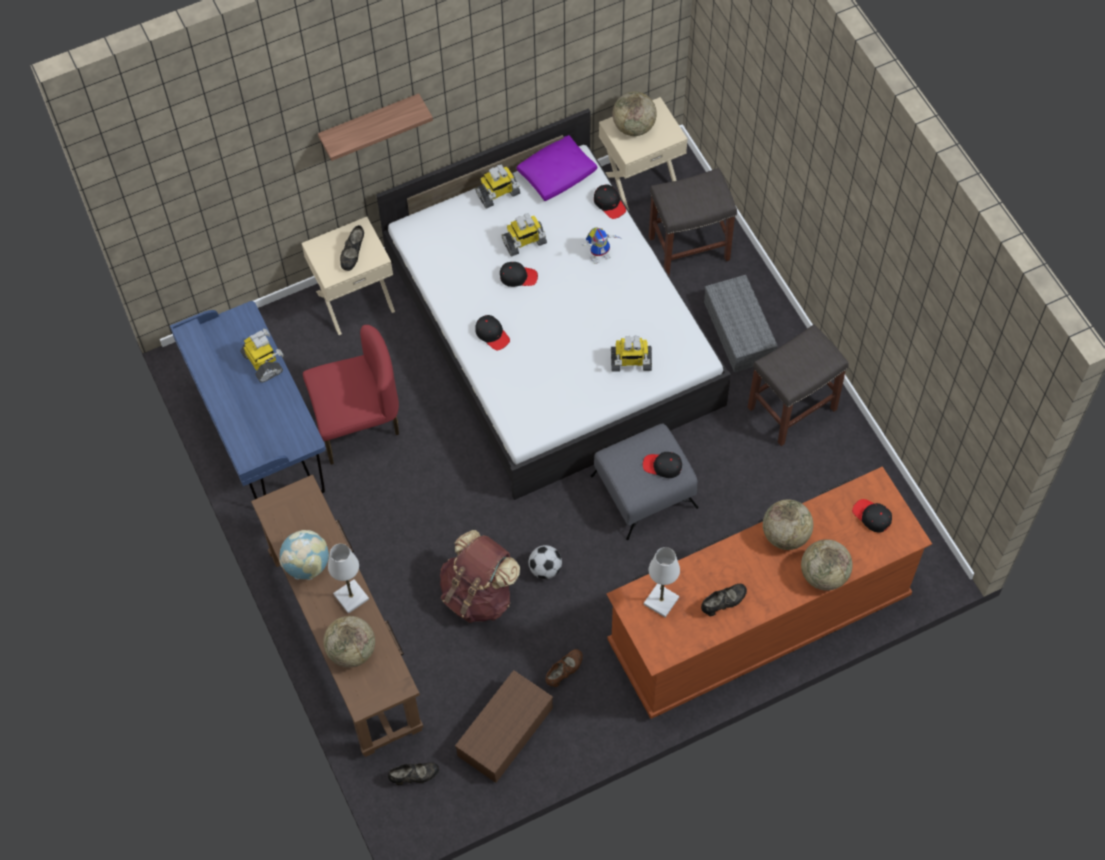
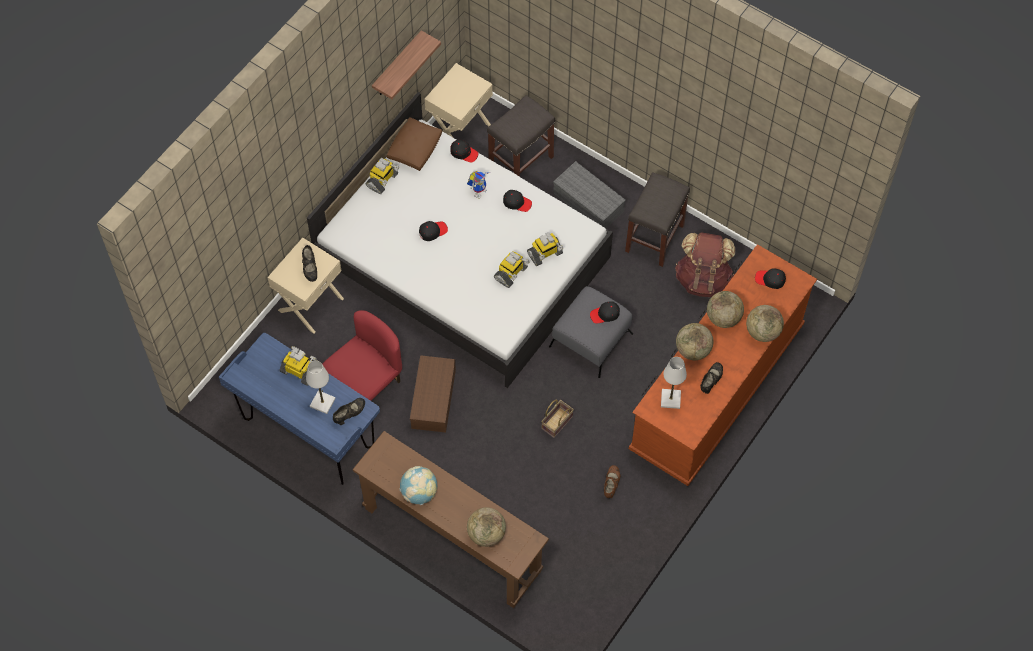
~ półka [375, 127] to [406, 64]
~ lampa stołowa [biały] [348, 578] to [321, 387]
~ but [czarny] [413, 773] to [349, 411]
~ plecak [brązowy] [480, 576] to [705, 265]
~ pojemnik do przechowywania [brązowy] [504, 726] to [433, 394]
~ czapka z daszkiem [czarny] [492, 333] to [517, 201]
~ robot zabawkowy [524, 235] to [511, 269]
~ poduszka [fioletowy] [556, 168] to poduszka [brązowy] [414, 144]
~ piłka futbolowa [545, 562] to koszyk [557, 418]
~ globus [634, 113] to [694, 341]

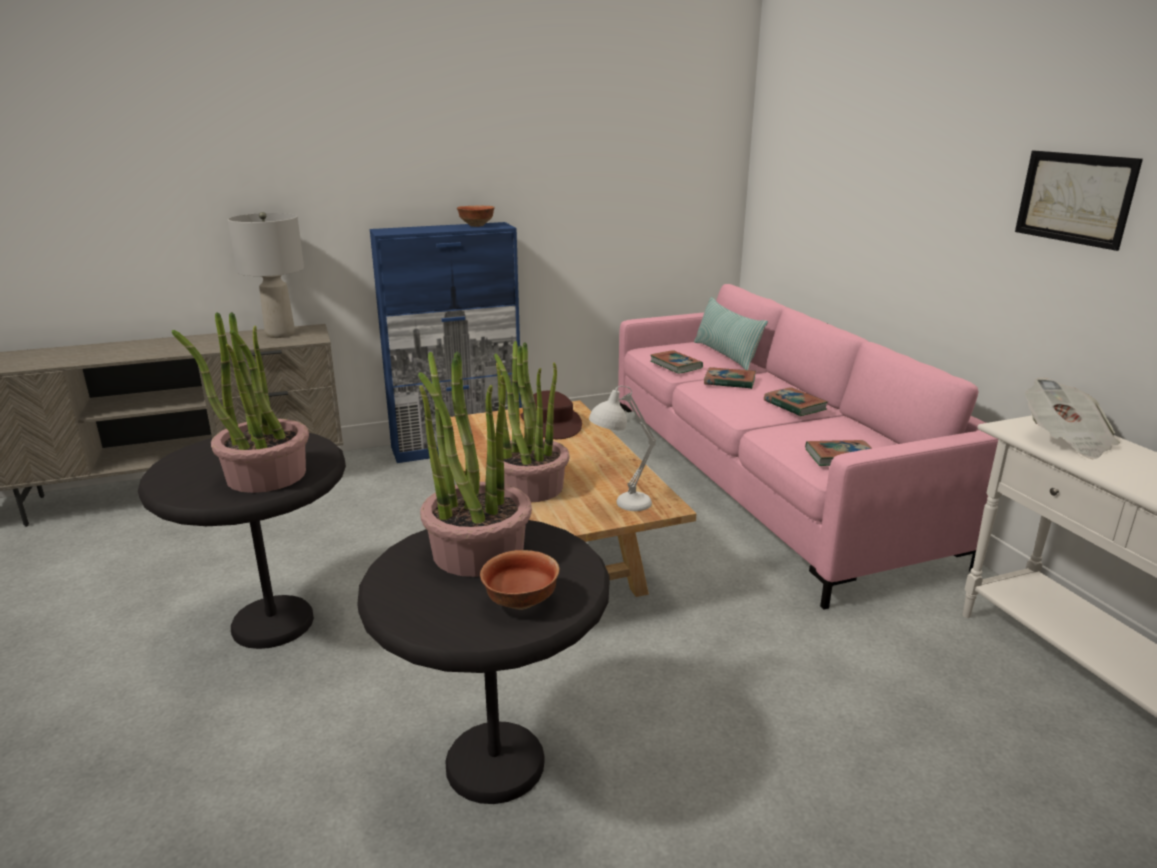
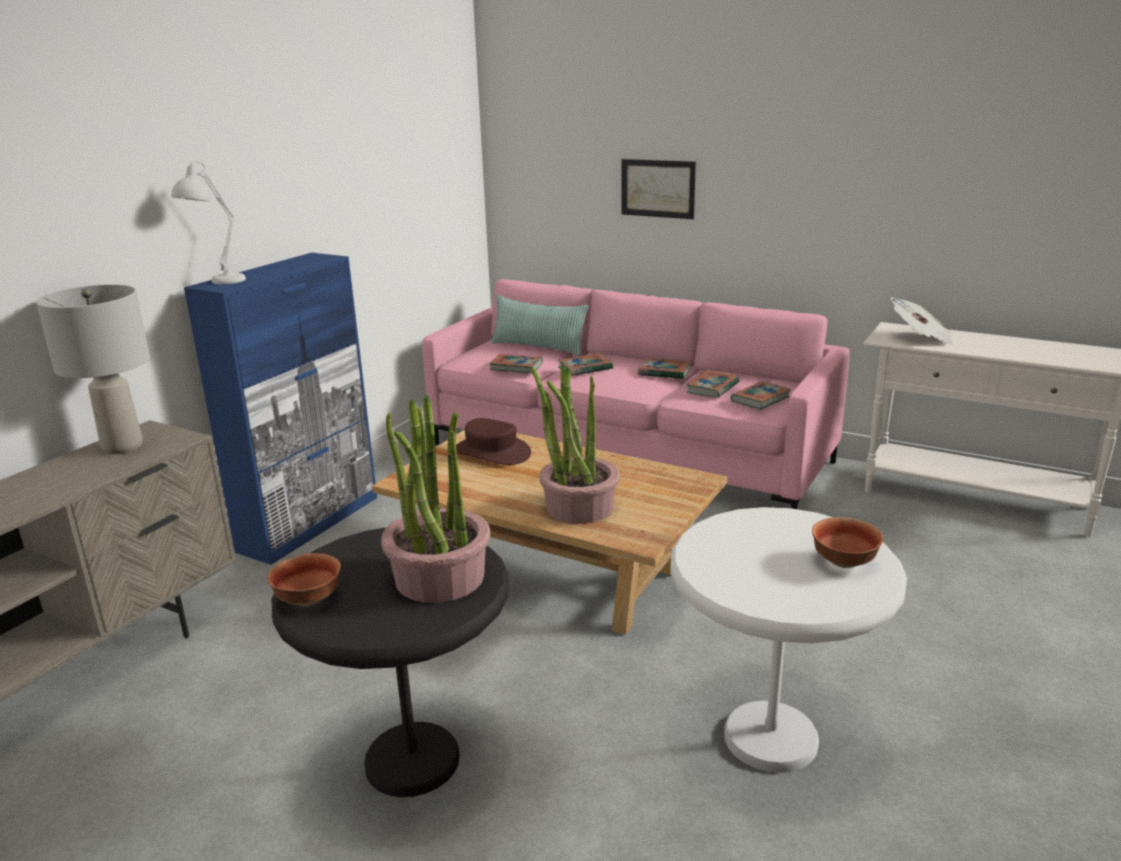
~ stolik [czarny] [483, 662] to stolik [biały] [788, 640]
- roślina doniczkowa [475, 464]
~ miska [476, 216] to [304, 580]
~ lampa stołowa [biały] [622, 448] to [208, 222]
~ obraz [1079, 201] to [658, 189]
+ książka [713, 384]

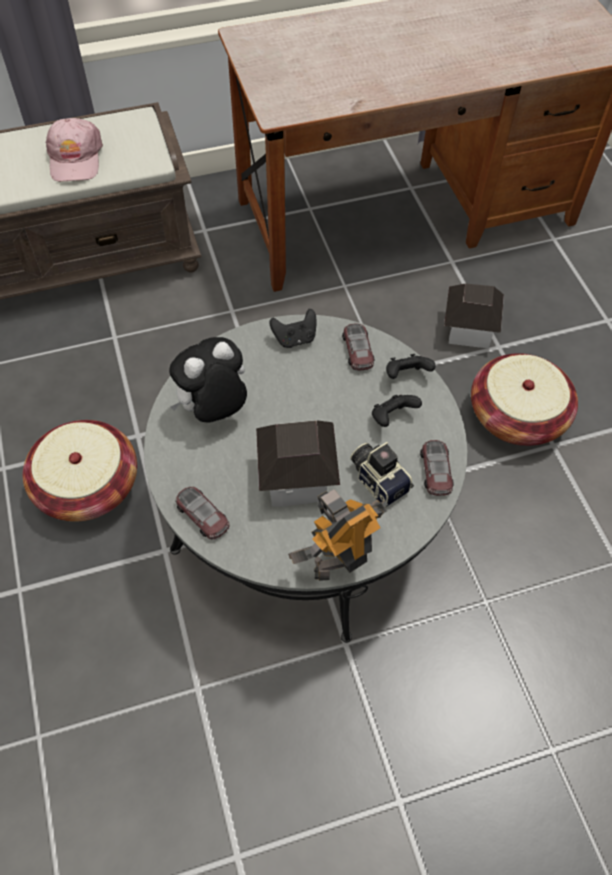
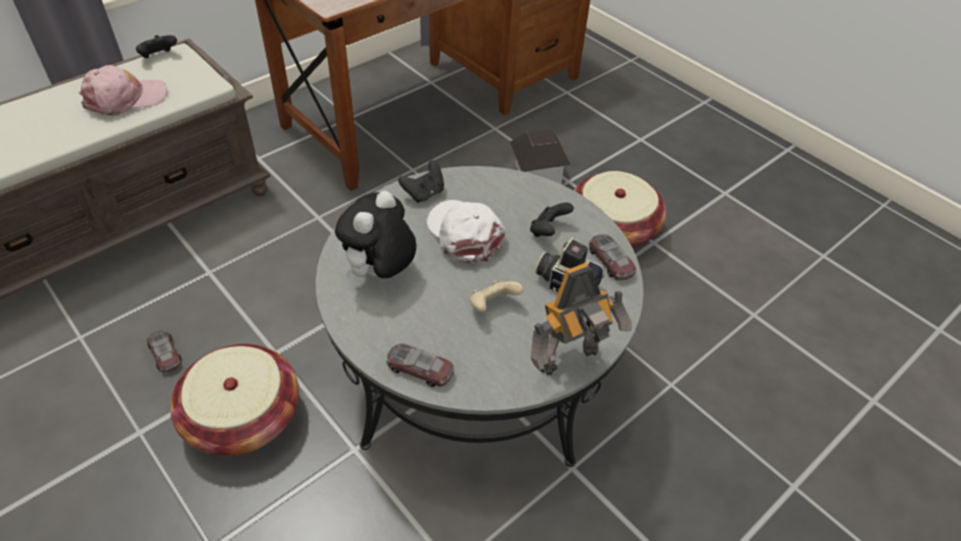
~ czapka z daszkiem [różowy] [74, 150] = [123, 90] 90 degrees counterclockwise
~ domek [298, 463] to pad do gier [beżowy] [496, 296]
~ robot zabawkowy [338, 535] = [581, 319] 150 degrees counterclockwise
~ samochodzik [358, 347] to [164, 352]
~ pad do gier [czarny] [411, 366] to [156, 46]
+ czapka z daszkiem [biały] [466, 231]

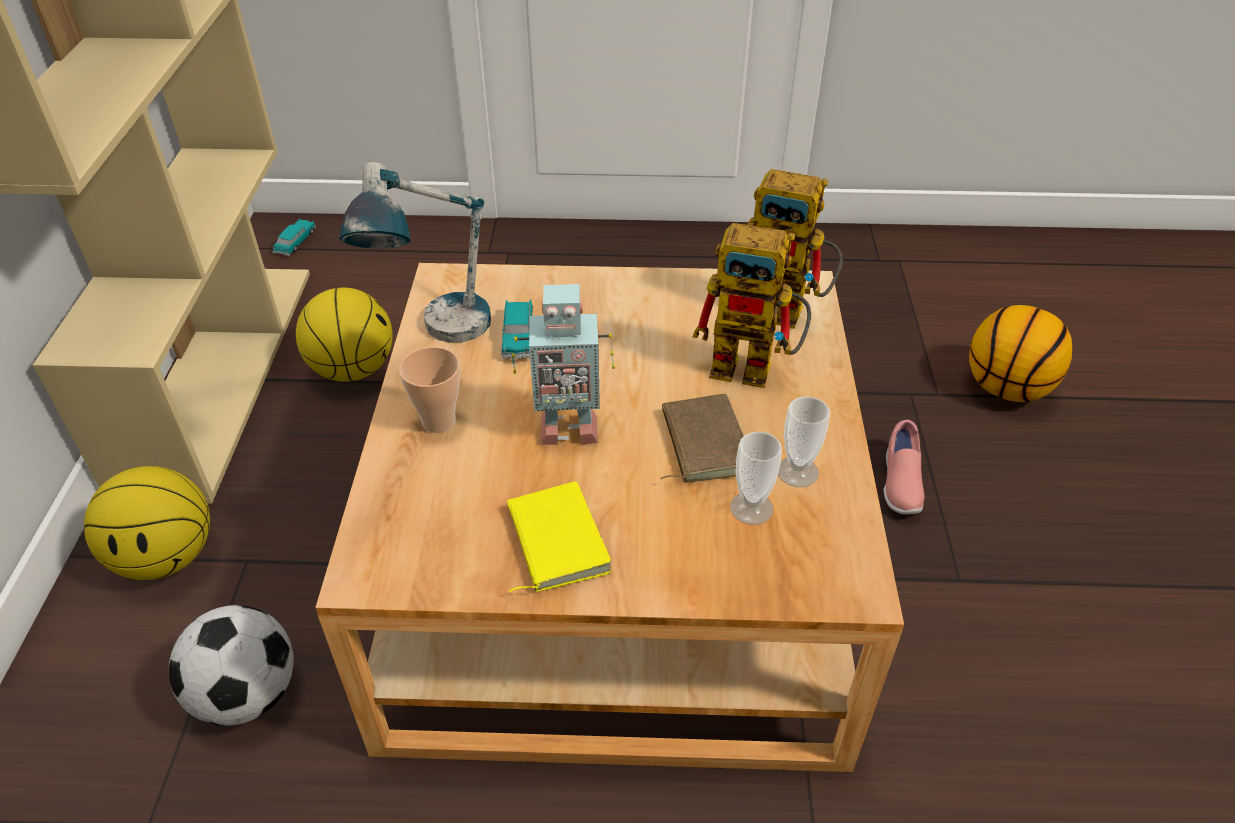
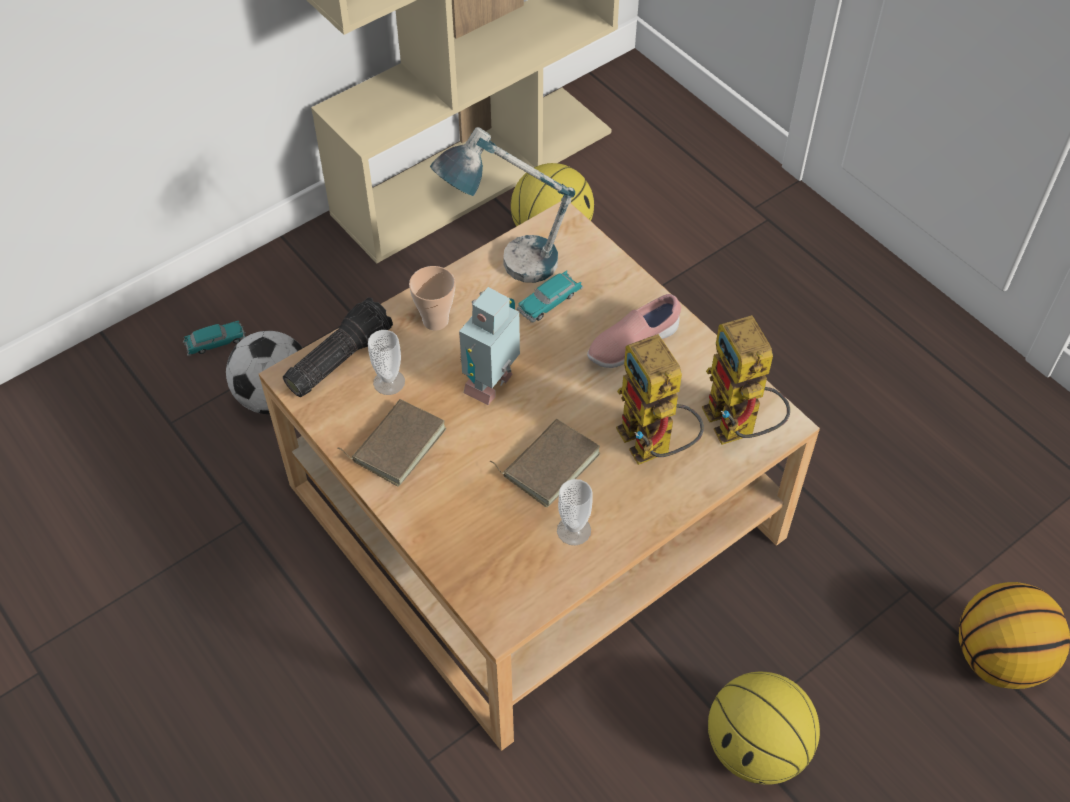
~ piłka do koszykówki [147, 523] to [764, 728]
~ samochodzik [294, 237] to [214, 338]
~ książka [żółty] [559, 536] to książka [brązowy] [391, 443]
~ robot zabawkowy [563, 364] = [489, 346] 75 degrees clockwise
~ filiżanka [756, 478] to [386, 362]
~ but [różowy] [904, 467] to [634, 331]
+ latarka [338, 347]

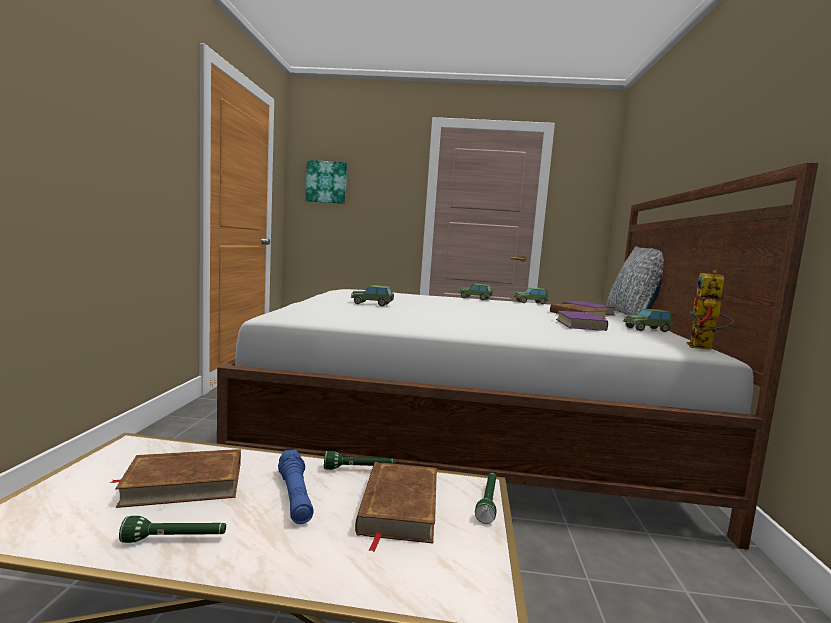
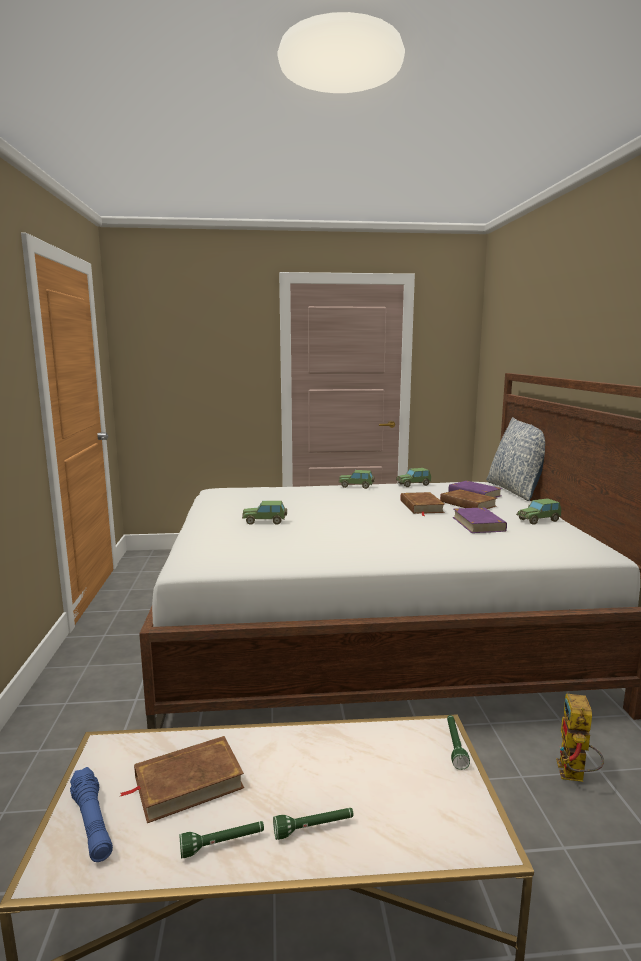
~ latarka [niebieski] [296, 487] to [91, 814]
- obraz [326, 182]
~ latarka [zielony] [359, 460] to [313, 824]
~ książka [brązowy] [396, 507] to [422, 504]
~ robot zabawkowy [710, 310] to [580, 738]

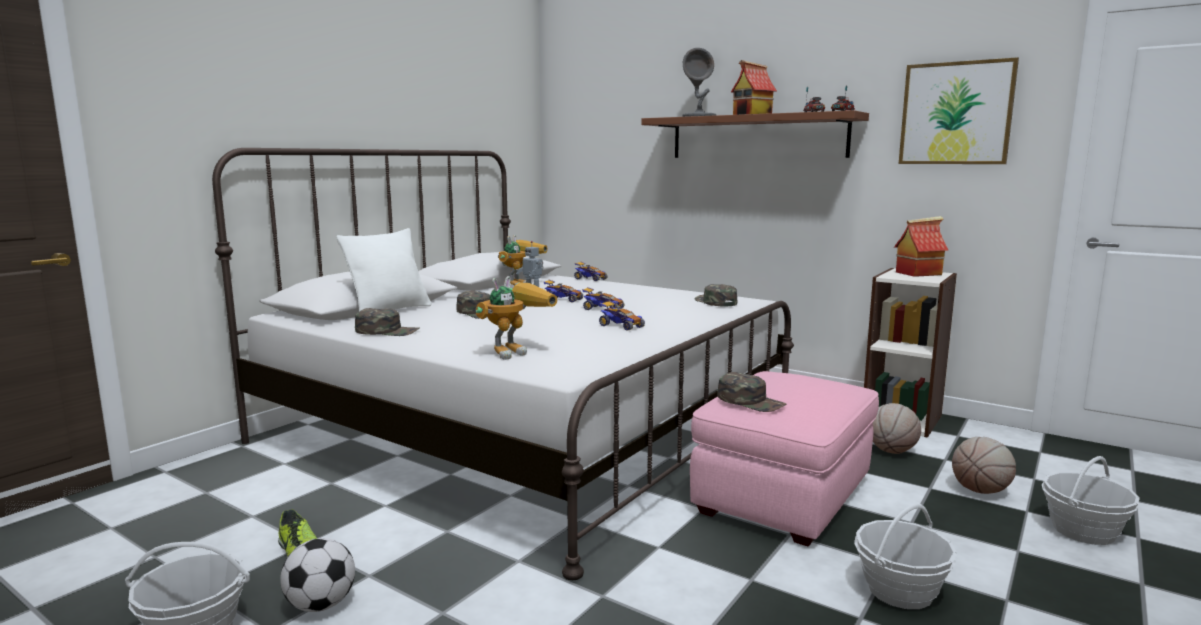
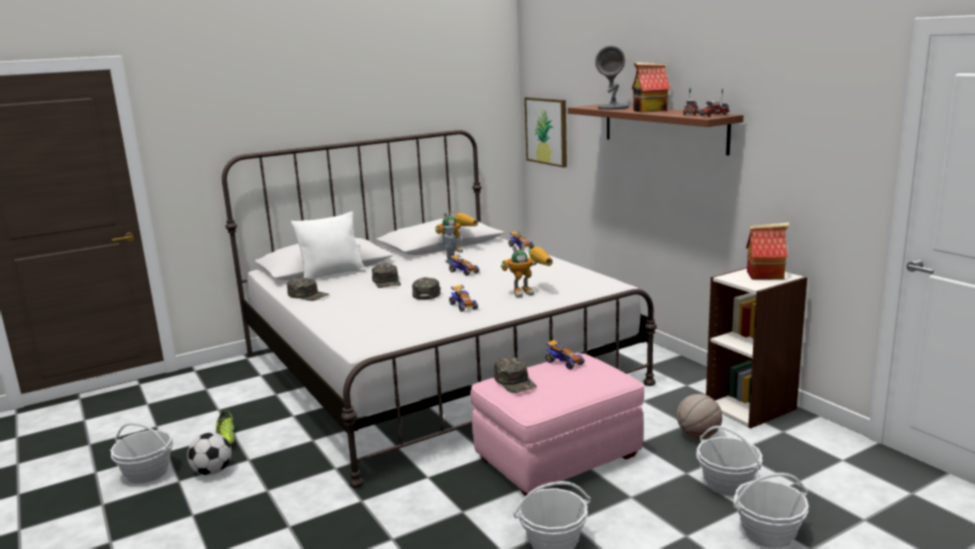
~ robot zabawkowy [516, 318] to [527, 271]
~ samochodzik [603, 298] to [565, 354]
~ czapka z daszkiem [zielony] [716, 295] to [426, 288]
~ obraz [959, 110] to [546, 132]
~ piłka do koszykówki [984, 465] to koszyk [729, 461]

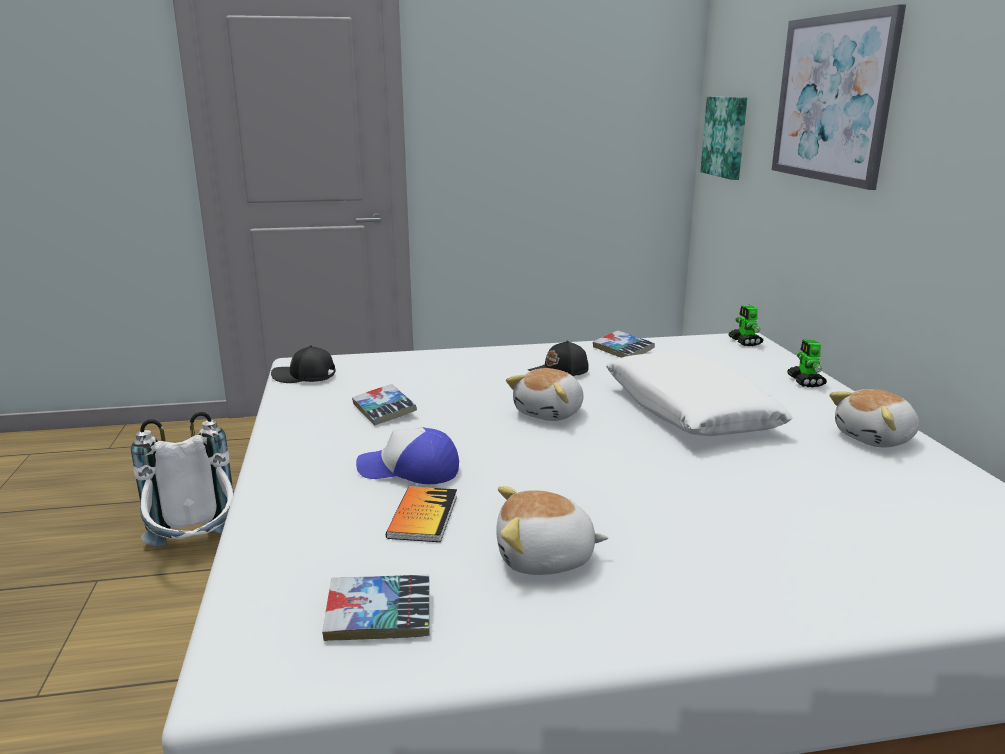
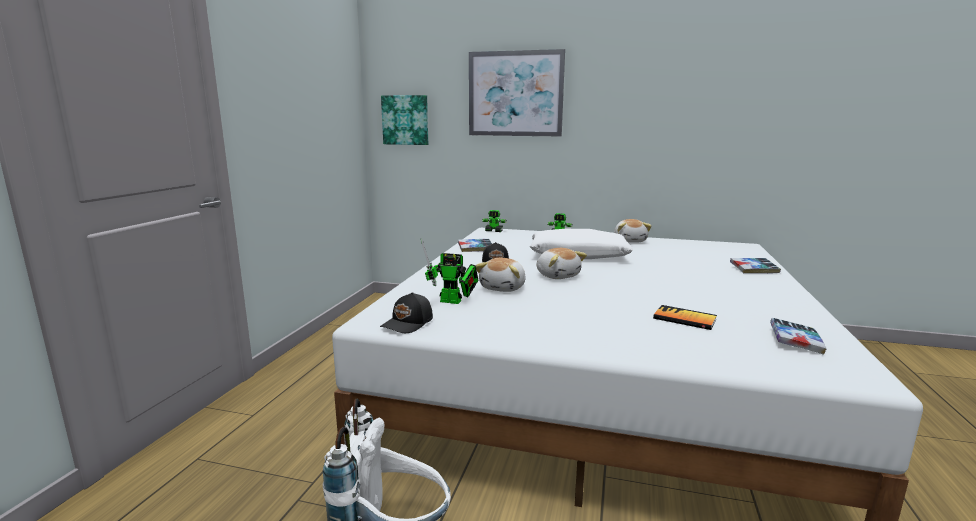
~ książka [384, 404] to [755, 265]
- czapka z daszkiem [407, 455]
~ pluszak [552, 530] to [501, 275]
+ robot zabawkowy [449, 271]

